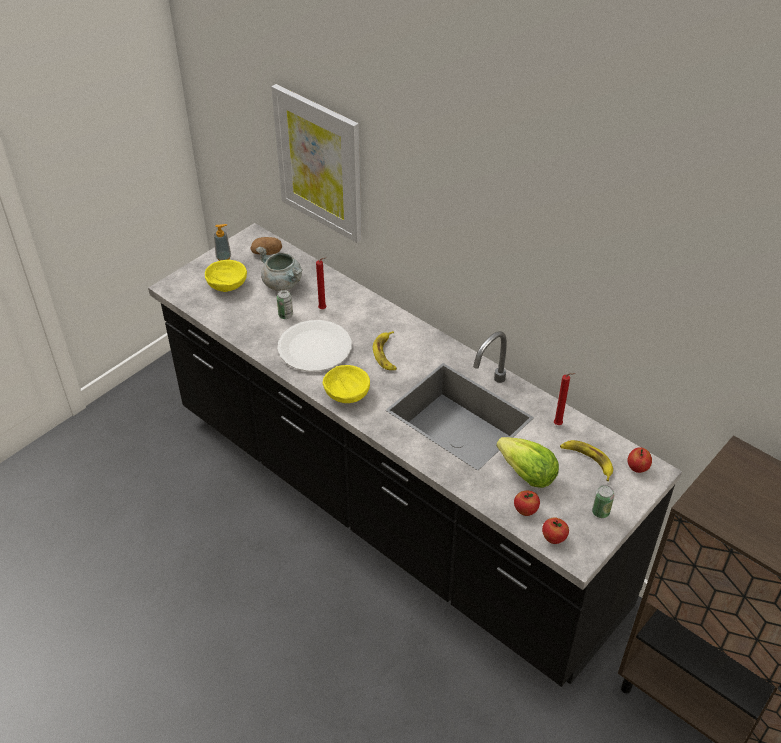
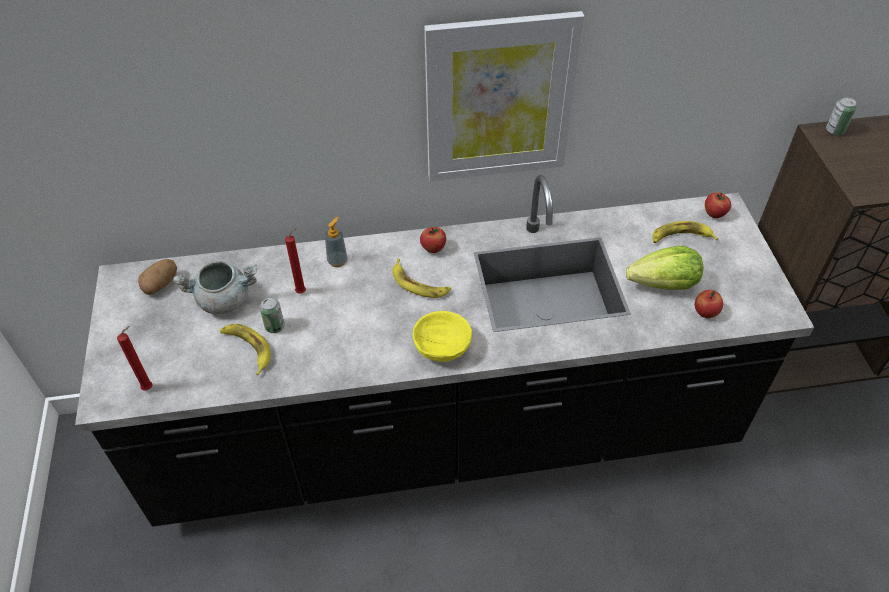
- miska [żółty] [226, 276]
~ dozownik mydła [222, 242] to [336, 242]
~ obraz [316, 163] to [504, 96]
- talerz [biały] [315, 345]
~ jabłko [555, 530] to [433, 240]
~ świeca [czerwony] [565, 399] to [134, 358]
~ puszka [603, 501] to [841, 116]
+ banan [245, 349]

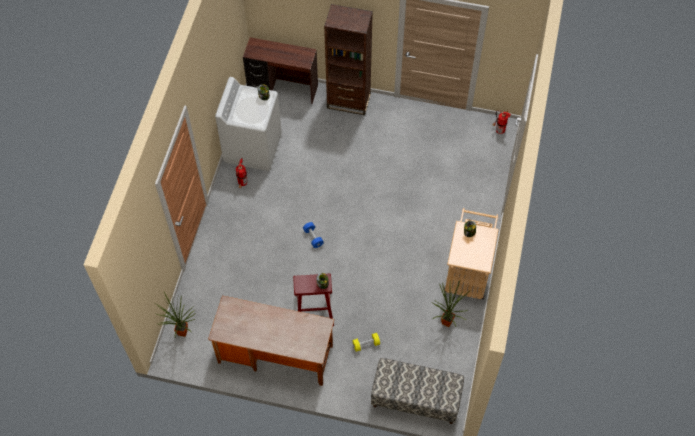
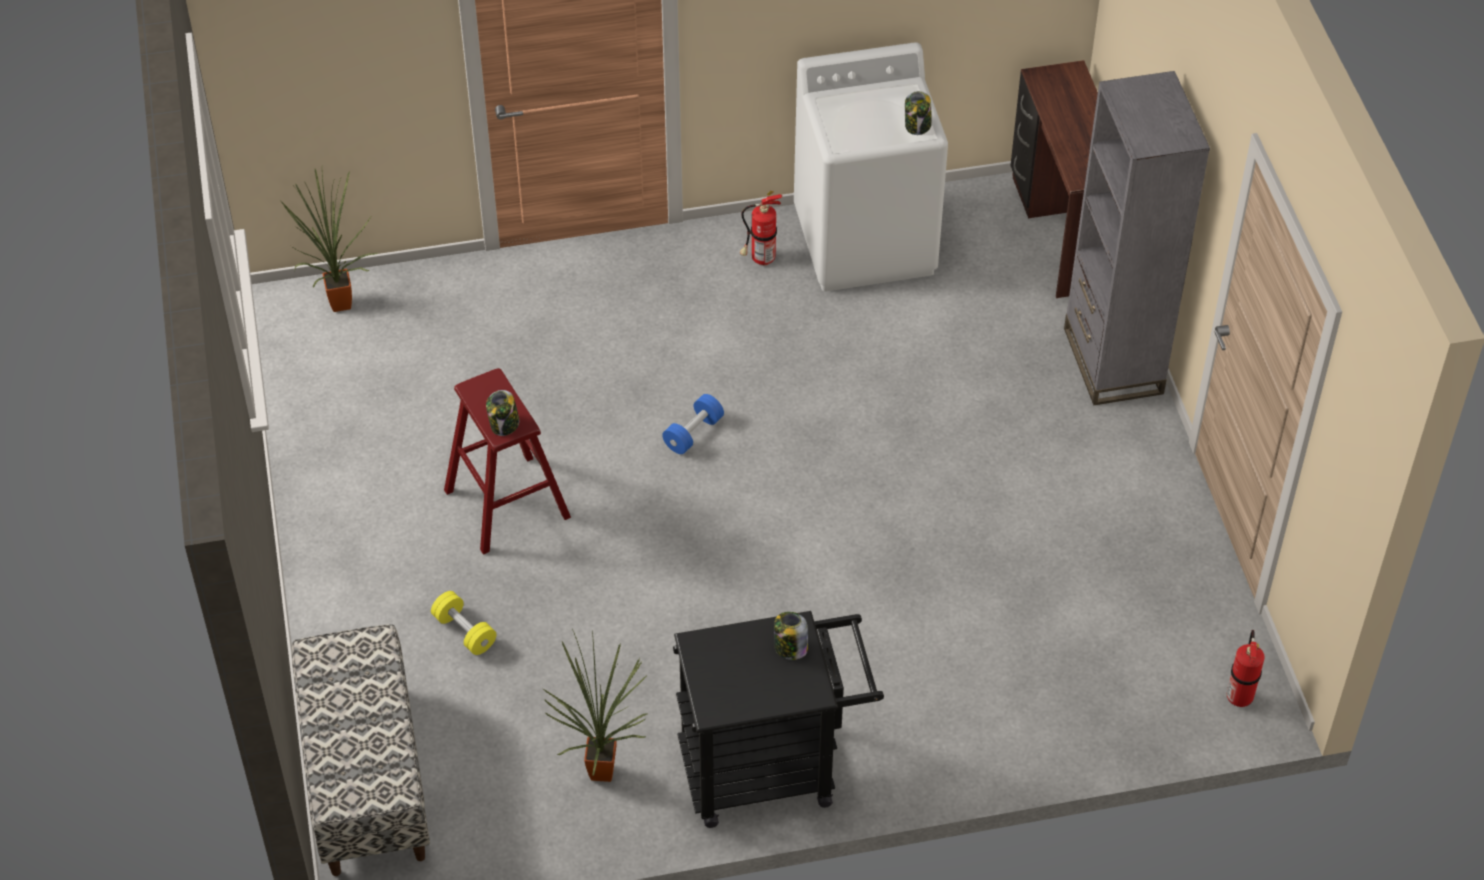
- biurko [271, 341]
~ regał [brązowy] [348, 59] to regał [szary] [1137, 238]
~ wózek [beżowy] [471, 253] to wózek [czarny] [778, 719]

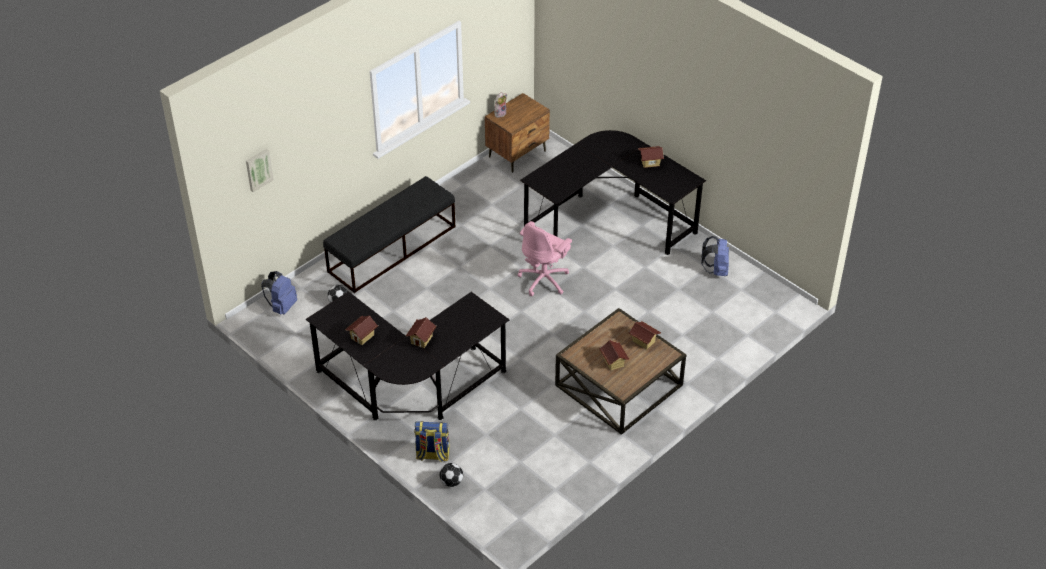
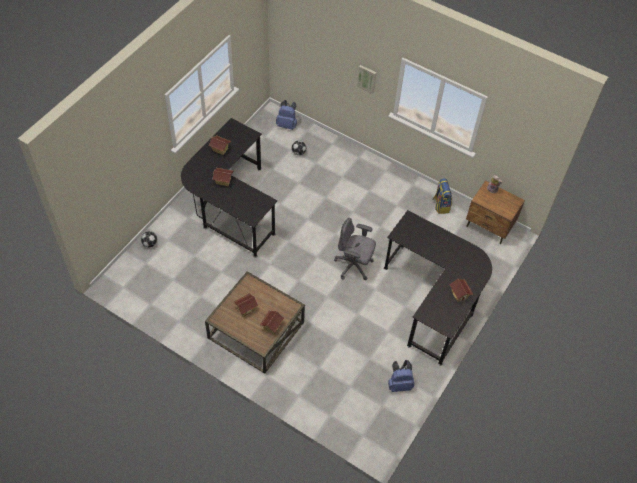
~ obraz [260, 170] to [367, 79]
- ławka [czarny] [389, 234]
~ plecak [431, 441] to [442, 196]
~ krzesło biurowe [różowy] [545, 258] to krzesło biurowe [szary] [355, 249]

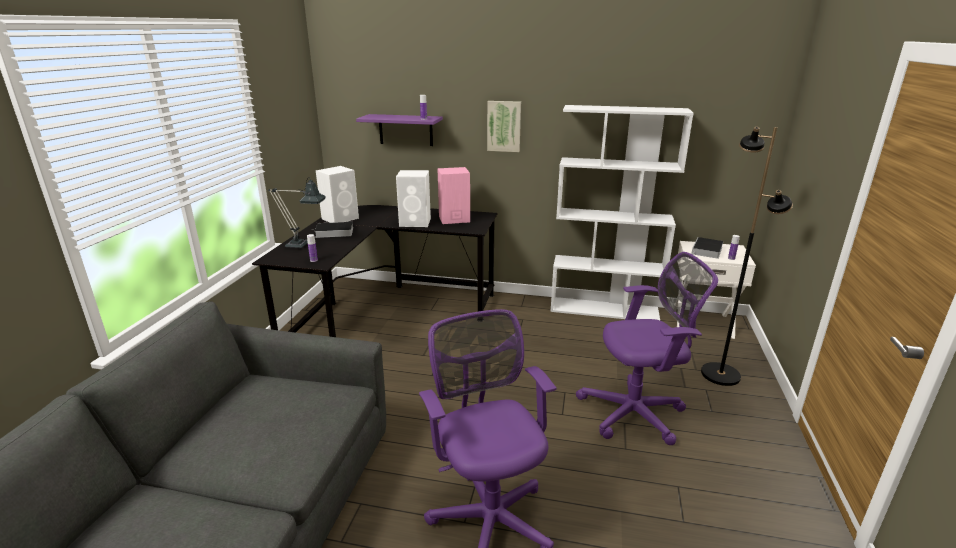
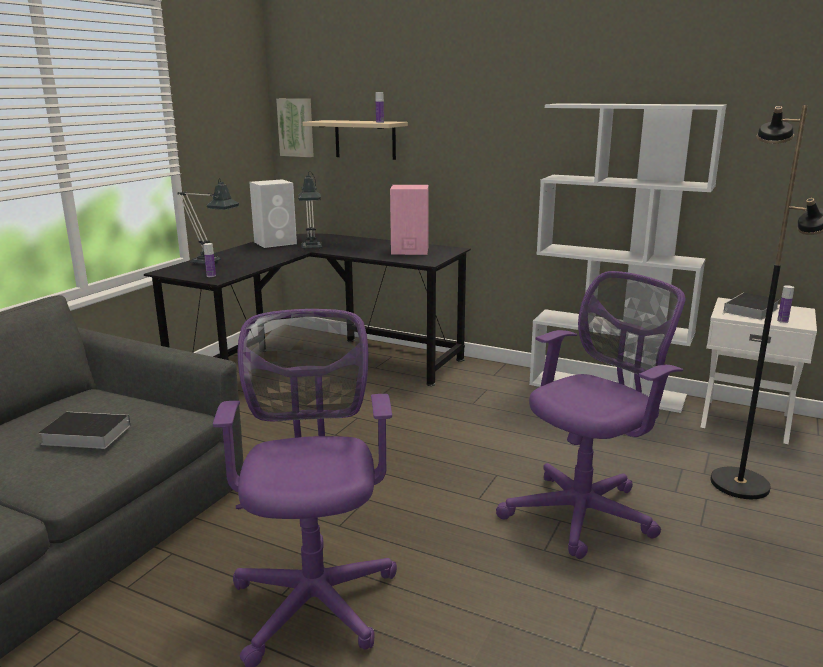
~ książka [334, 230] to [85, 430]
~ półka [fioletowy] [399, 130] to półka [beżowy] [355, 140]
- głośnik [biały] [413, 198]
~ obraz [504, 126] to [295, 128]
~ krzesło biurowe [fioletowy] [647, 348] = [590, 415] 45 degrees counterclockwise
+ lampa stołowa [310, 210]

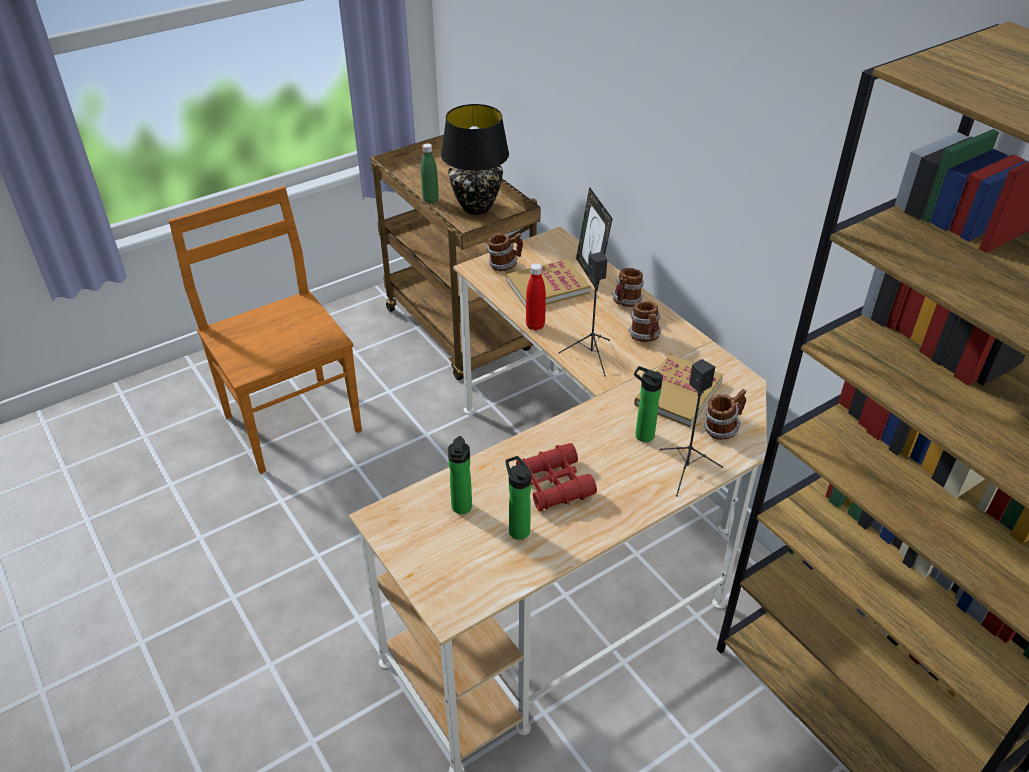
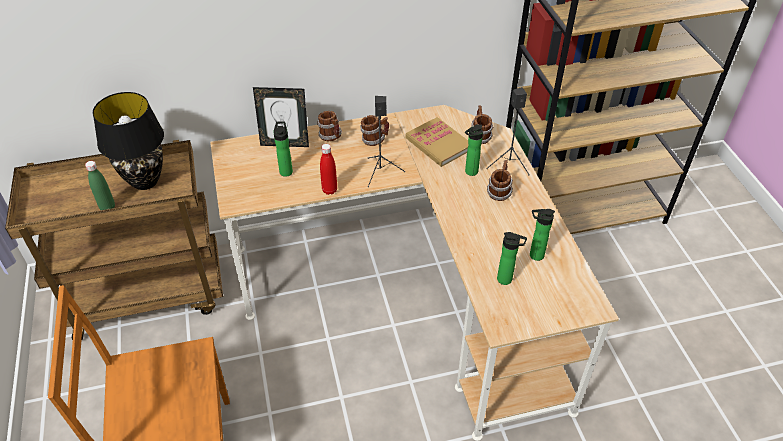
~ kubek [505, 252] to [500, 180]
~ książka [548, 283] to butelka [283, 149]
- lornetka [czerwony] [556, 477]

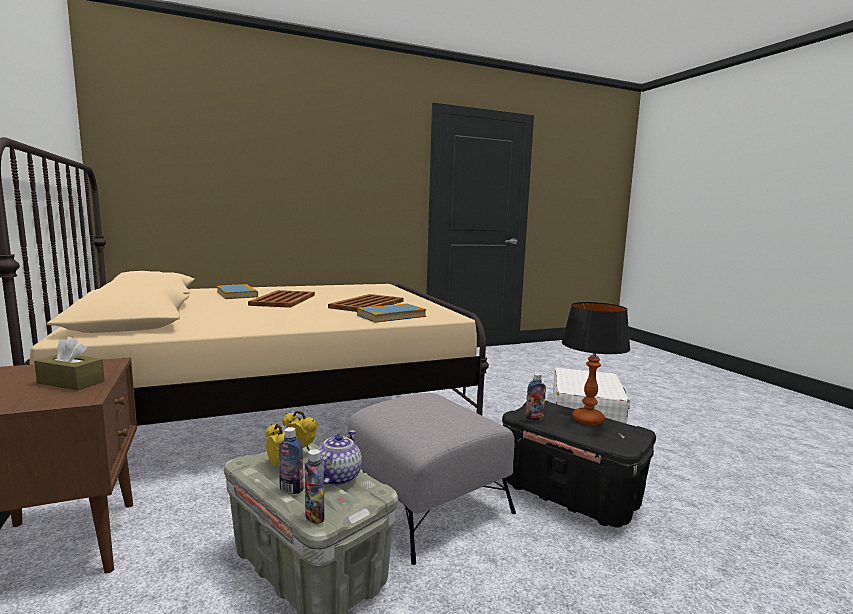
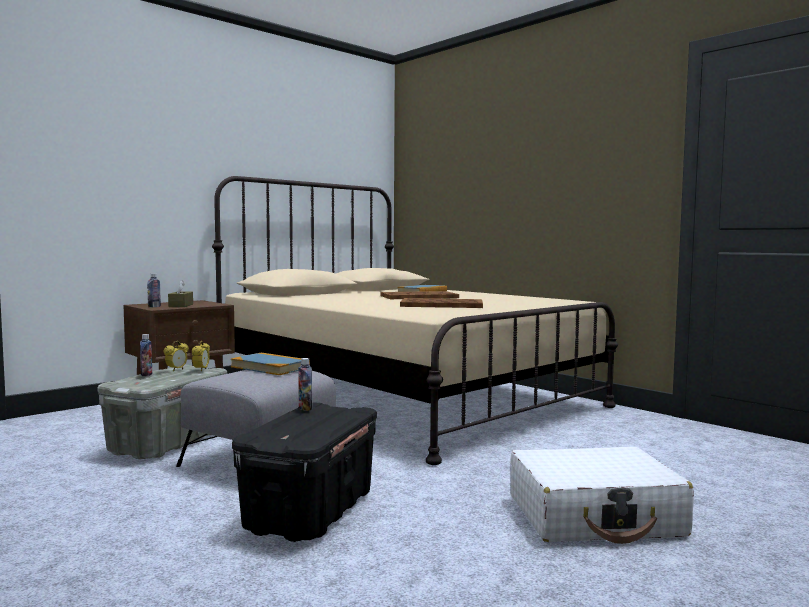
~ butelka [315, 486] to [154, 290]
- imbryk [340, 458]
~ książka [391, 313] to [270, 364]
- lampa stołowa [596, 363]

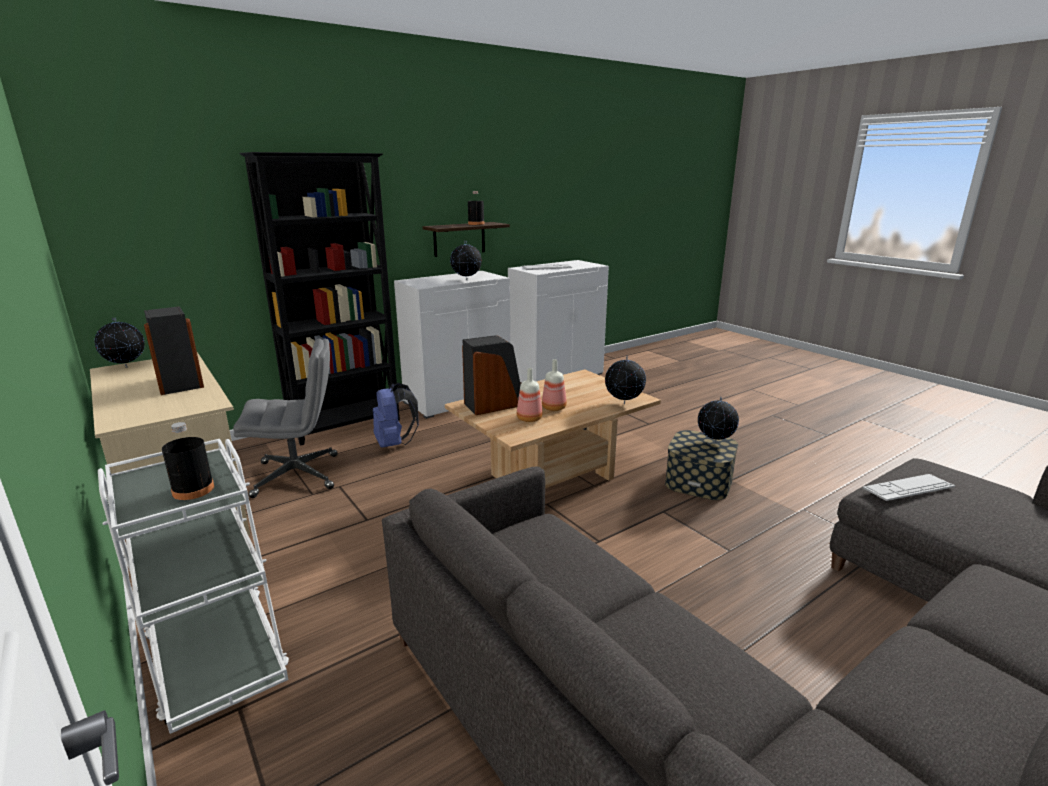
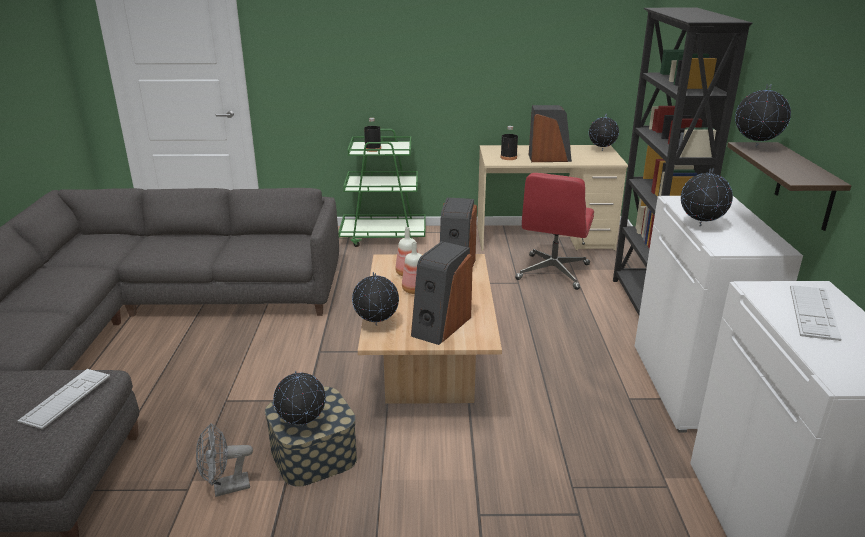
~ wózek [biały] [193, 586] to wózek [zielony] [381, 188]
~ krzesło biurowe [szary] [285, 418] to krzesło biurowe [czerwony] [554, 231]
- plecak [niebieski] [396, 415]
~ butelka [czarny] [476, 208] to [509, 143]
+ wentylator [szary] [224, 460]
+ głośnik [442, 293]
+ globus [763, 116]

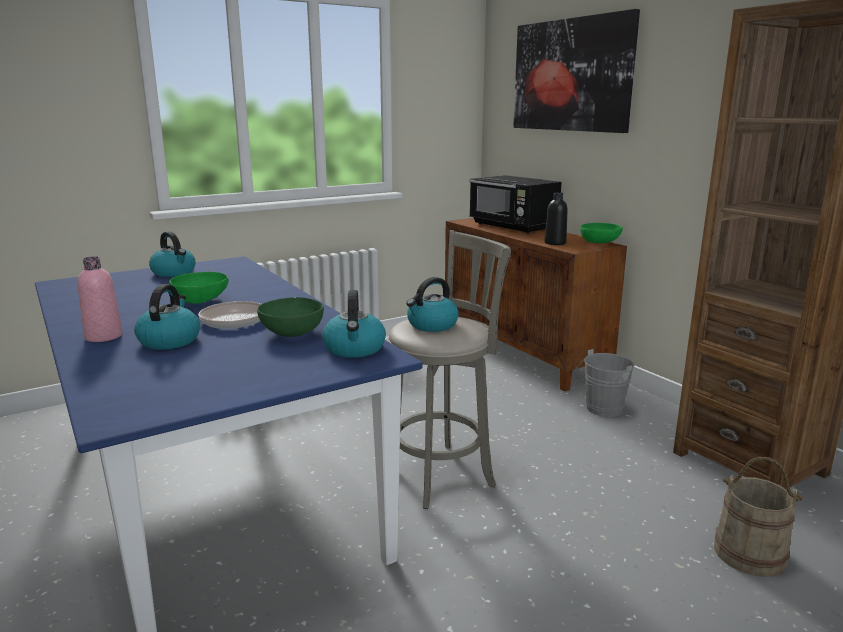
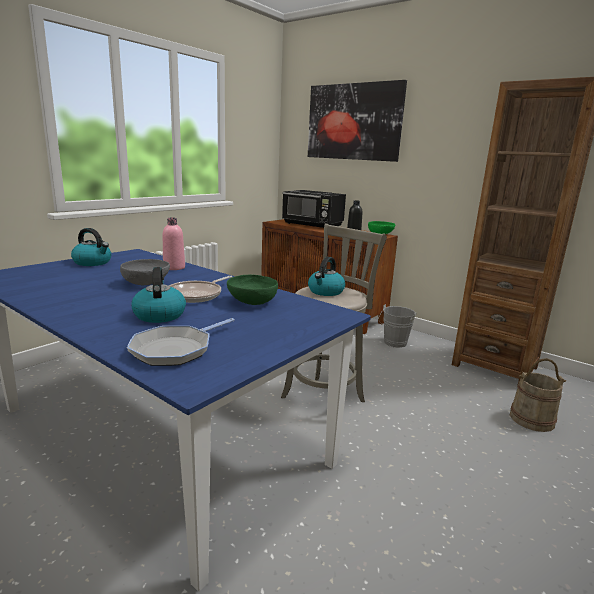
~ butelka [różowy] [99, 299] to [174, 244]
~ miska [zielony] [199, 288] to miska [szary] [145, 272]
- czajnik [354, 324]
+ patelnia [181, 342]

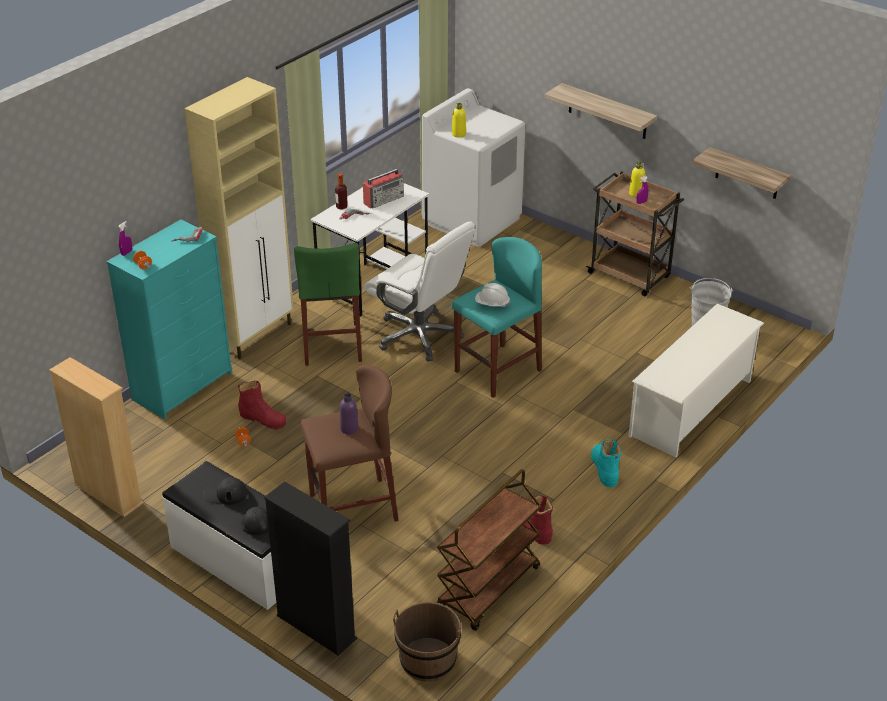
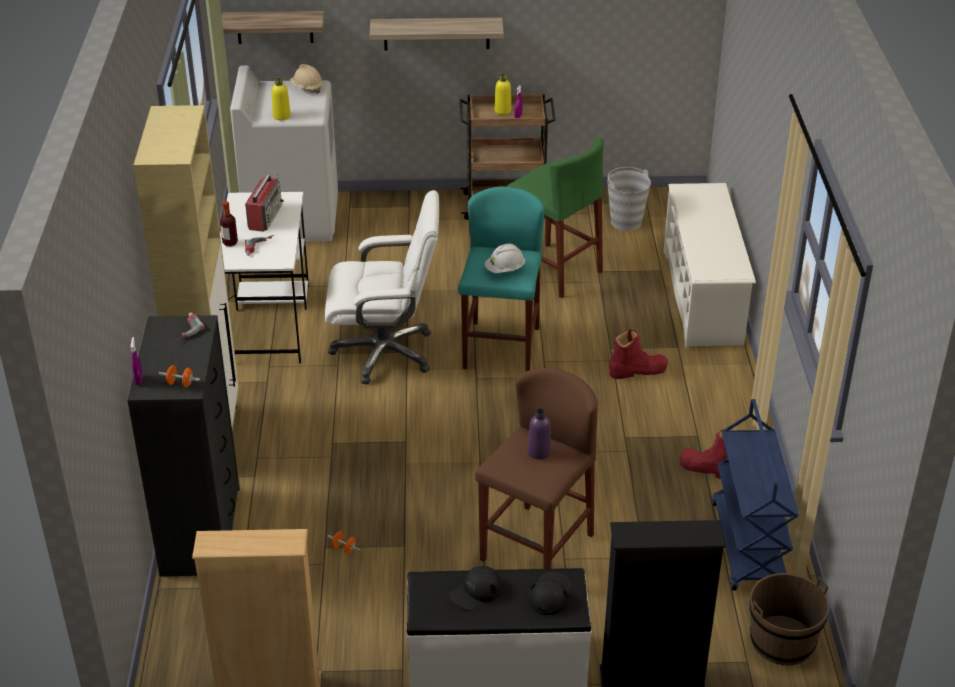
~ komoda [turkusowy] [169, 320] to komoda [czarny] [183, 446]
~ but z cholewką [czerwony] [262, 405] to [638, 354]
~ stołek [zielony] [328, 304] to [555, 217]
~ wózek [brązowy] [489, 550] to wózek [niebieski] [755, 495]
- but z cholewką [turkusowy] [606, 463]
~ półka [741, 173] to [273, 27]
+ kask [beżowy] [306, 79]

